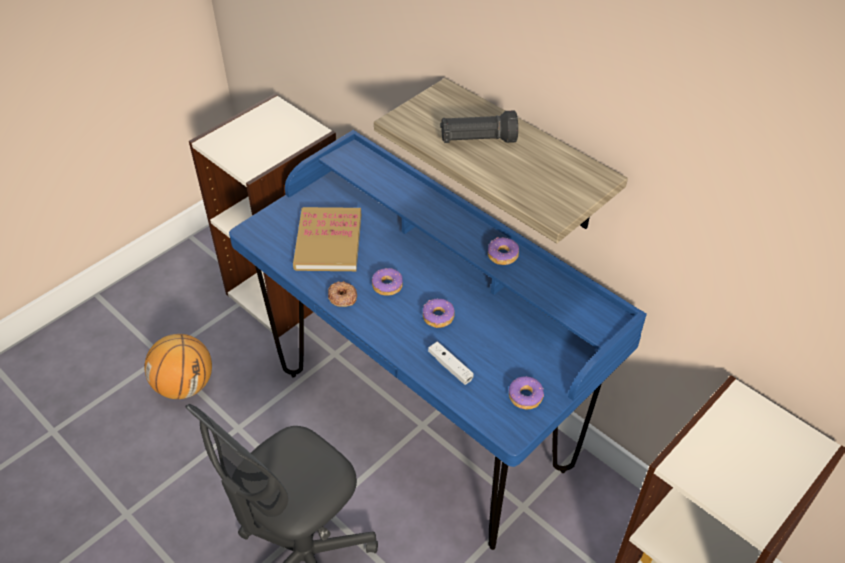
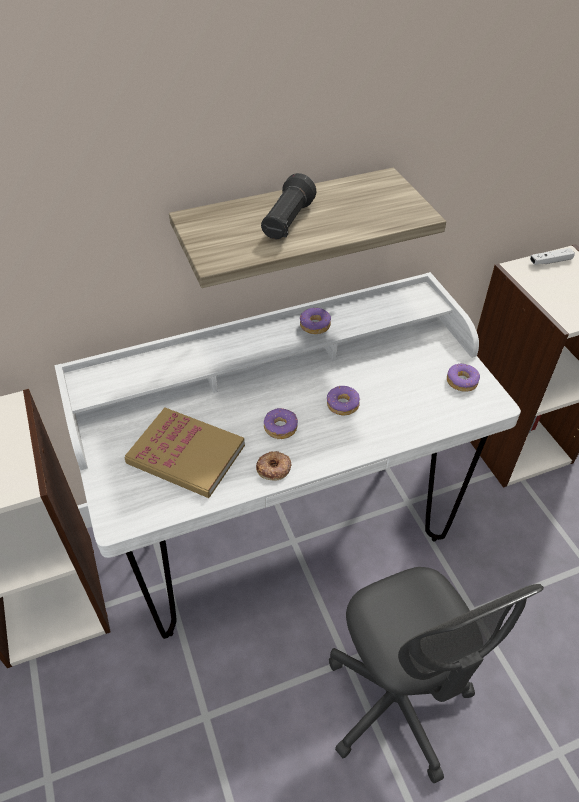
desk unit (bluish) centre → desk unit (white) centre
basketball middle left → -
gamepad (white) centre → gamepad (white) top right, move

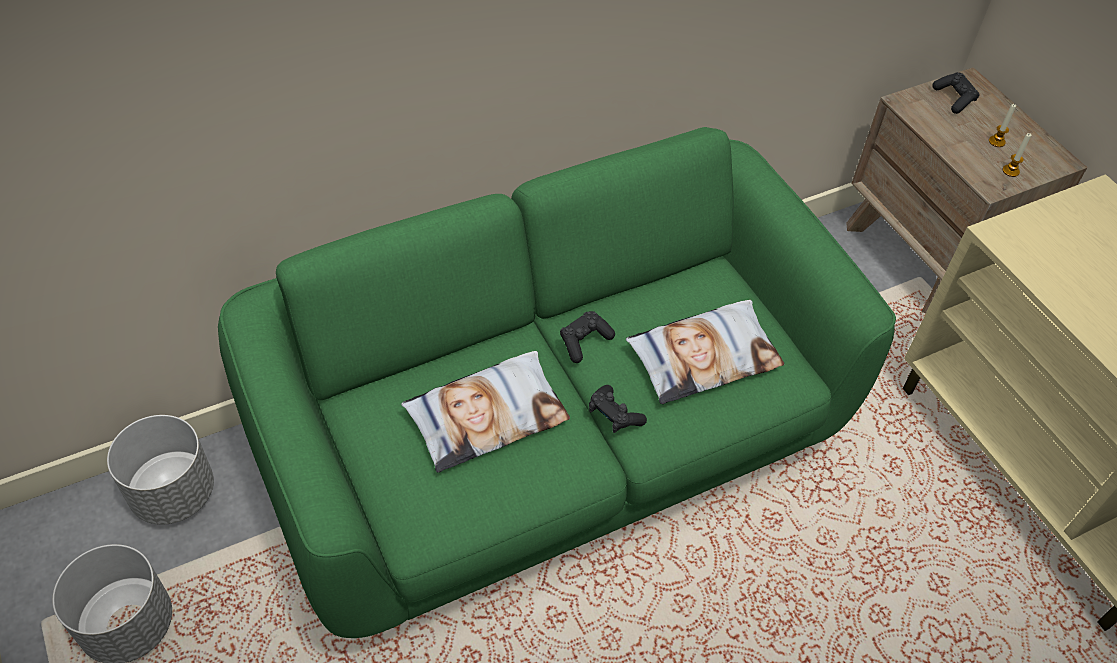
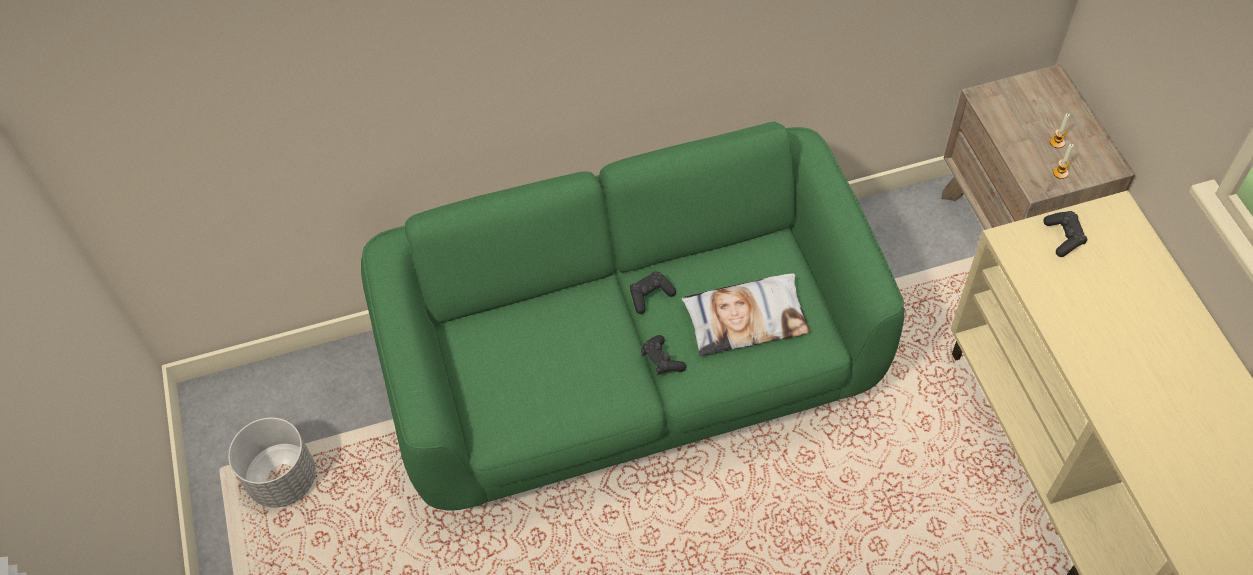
gamepad (black) (3rd from left) top right → gamepad (black) (3rd from left) middle right, move
pillow (1st from left) centre → -
plant pot (greyish) (2nd from left) bottom left → -

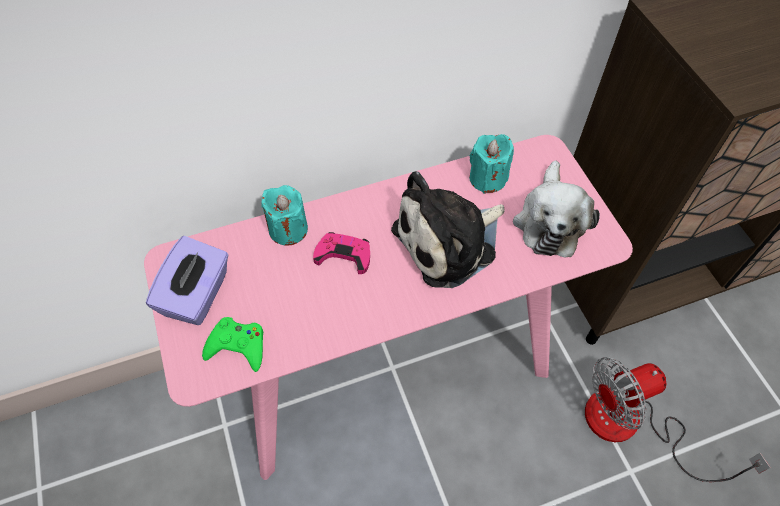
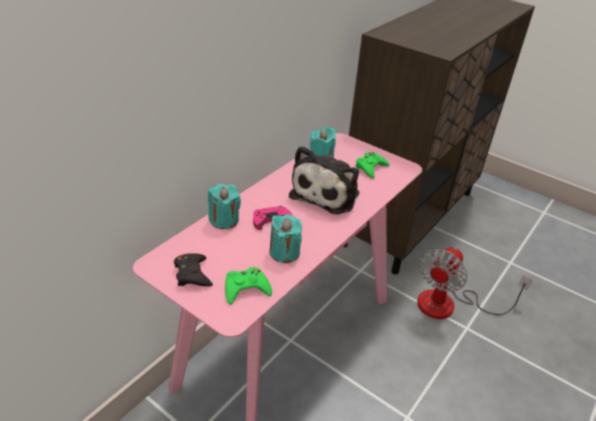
soft toy (2nd from left) middle right → gamepad (greenish) (2nd from left) centre
box of tissues (purplish) middle left → gamepad (black) middle left
- → wax candle (blue-green) (2nd from left) centre

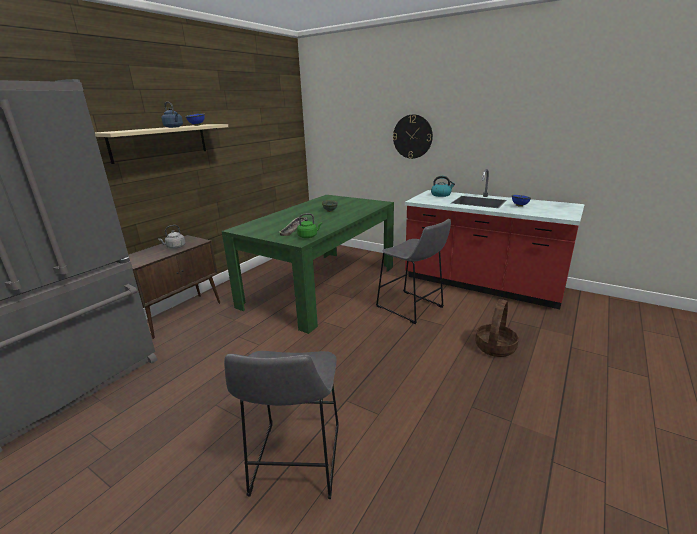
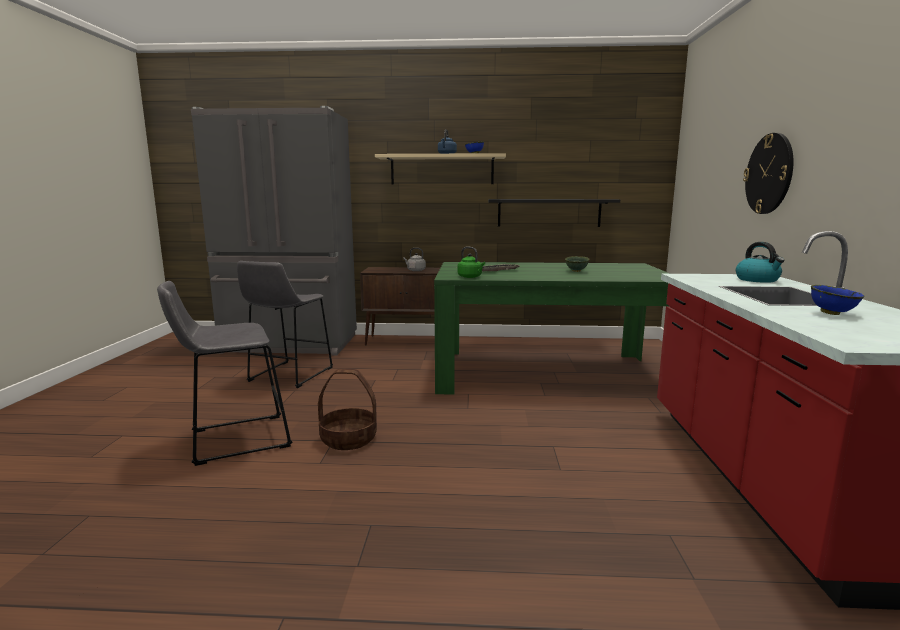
stool seat (greyish) (2nd from left) centre → stool seat (greyish) (2nd from left) middle left, move
basket middle right → basket centre, move
- → wall shelf (black) centre

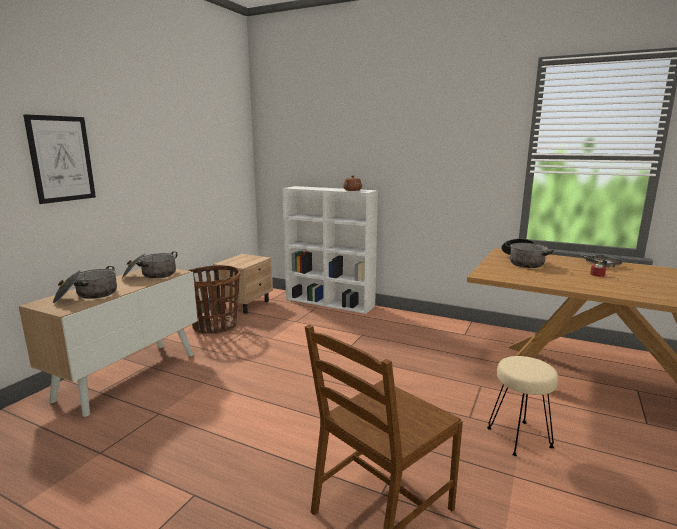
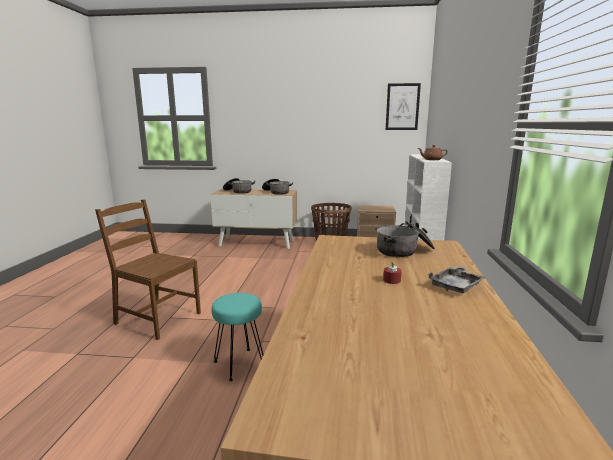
wall picture top left → wall picture top centre, move
stool seat (sand-coloured) bottom right → stool seat (blue-green) bottom centre

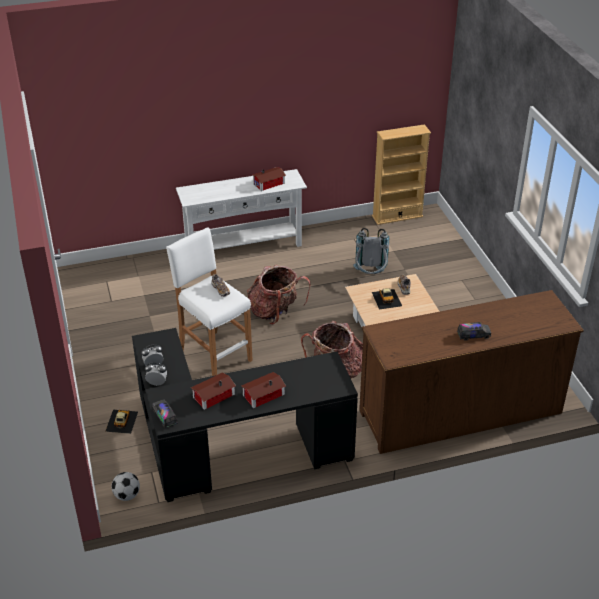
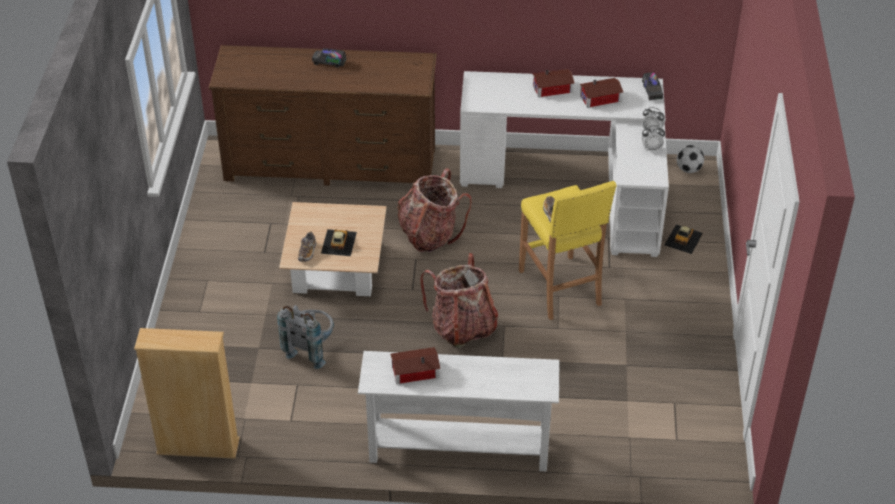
stool seat (white) centre → stool seat (yellow-coloured) centre
desk unit (black) bottom centre → desk unit (white) top centre

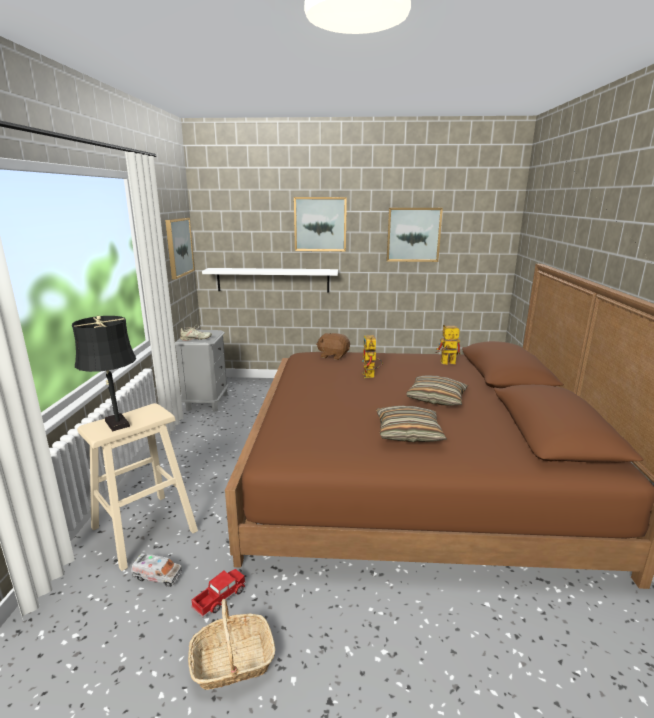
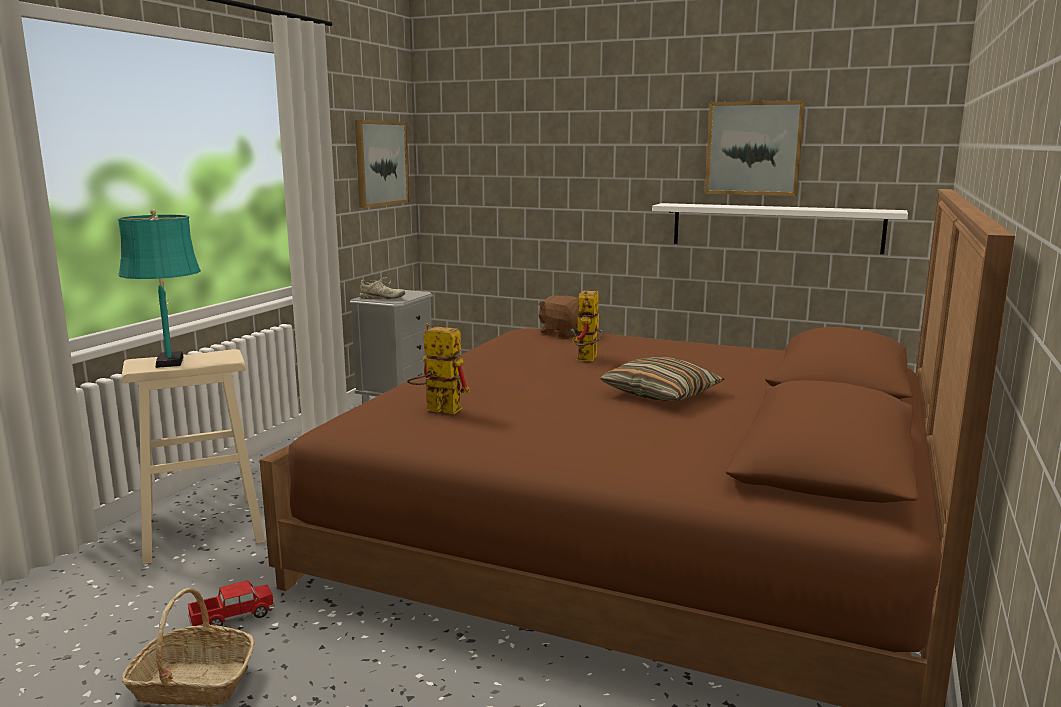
wall picture (2nd from left) top centre → -
wall shelf (white) centre → wall shelf (white) top right, move
table lamp (black) middle left → table lamp (blue-green) middle left
model robot (2nd from left in the first image) middle right → model robot (1st from left) centre, move
pillow (1st from left) centre → -
toy truck (1st from left) bottom left → -

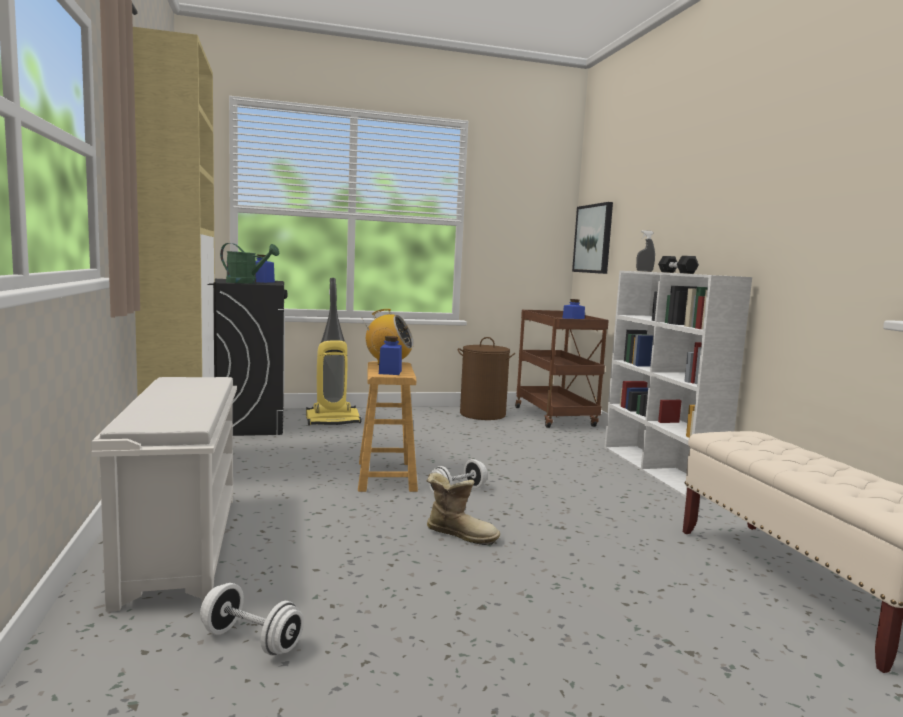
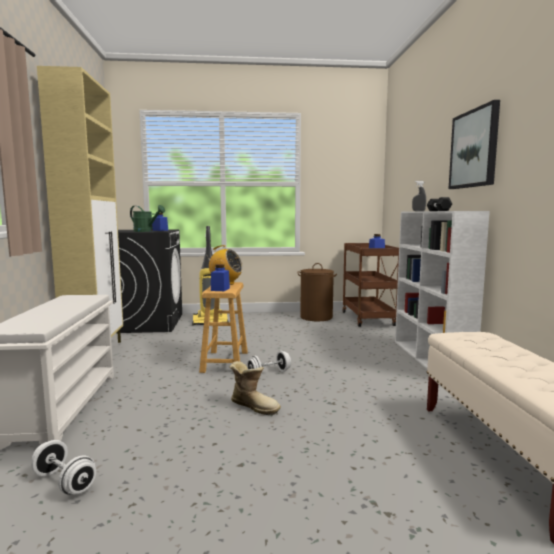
wall picture top centre → wall picture top right, move

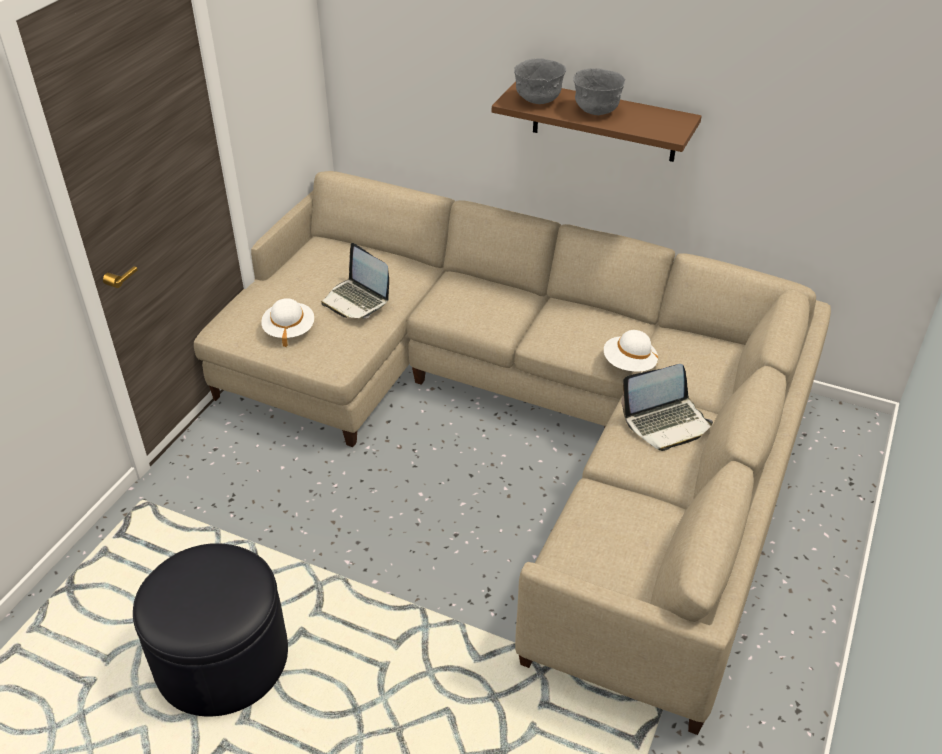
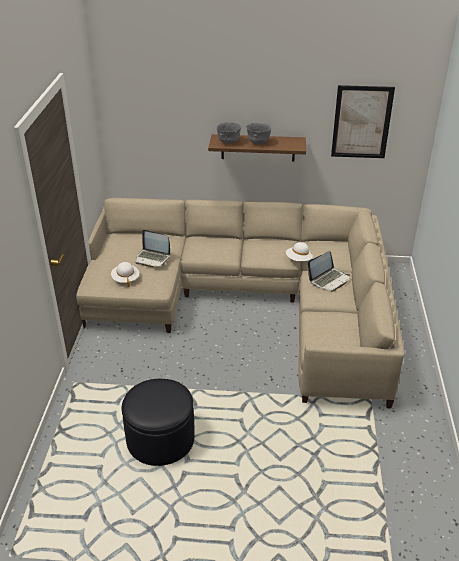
- → wall picture top right

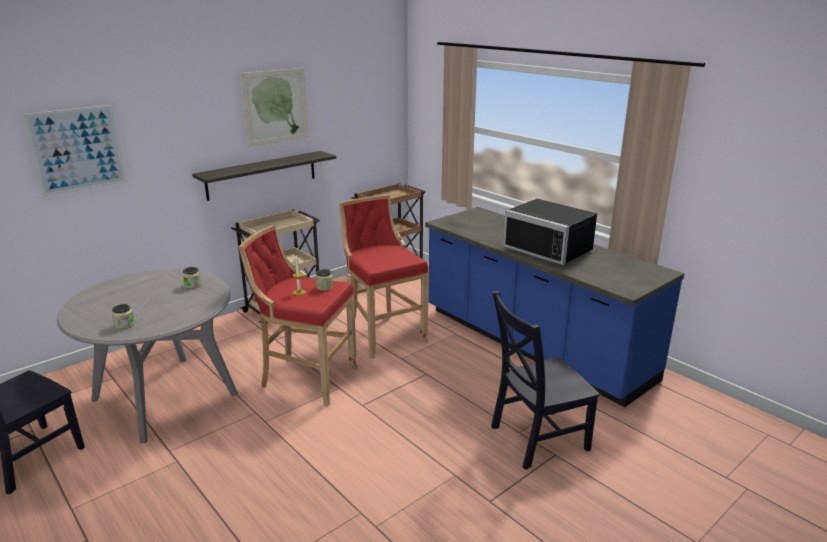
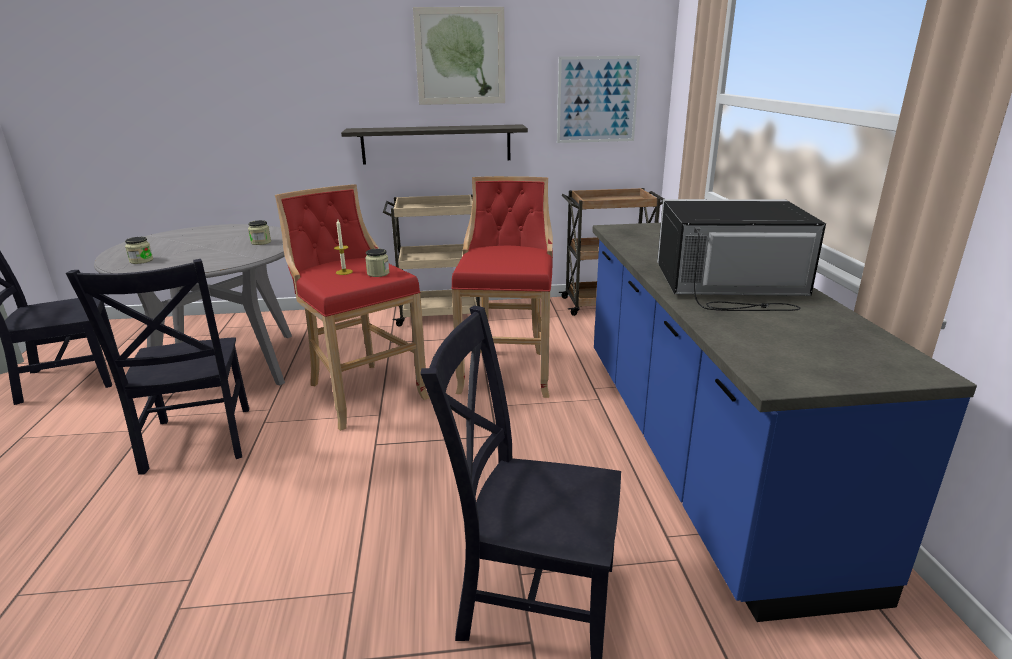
wall picture (1st from left in the first image) top left → wall picture (2nd from left) top centre, move
microwave (black) centre → microwave (black) middle right, 105 degrees clockwise
- → upright chair (black) (2nd from left) middle left

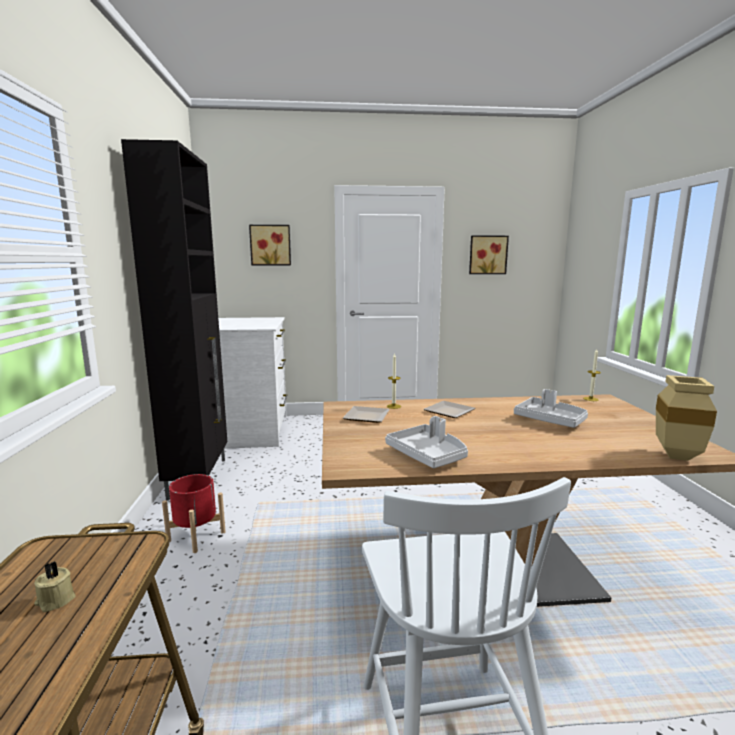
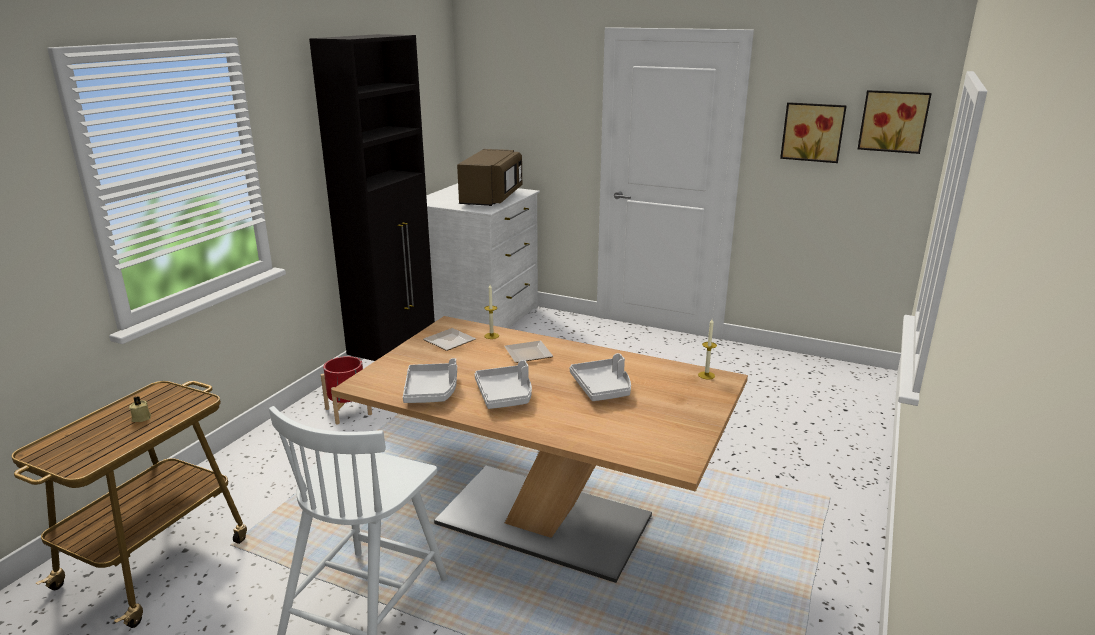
wall picture (1st from left in the first image) centre → wall picture (2nd from left) top right, move
vase (sand-coloured) middle right → -
- → microwave (brownish) top centre
- → serving tray (greyish) (2nd from left) centre

